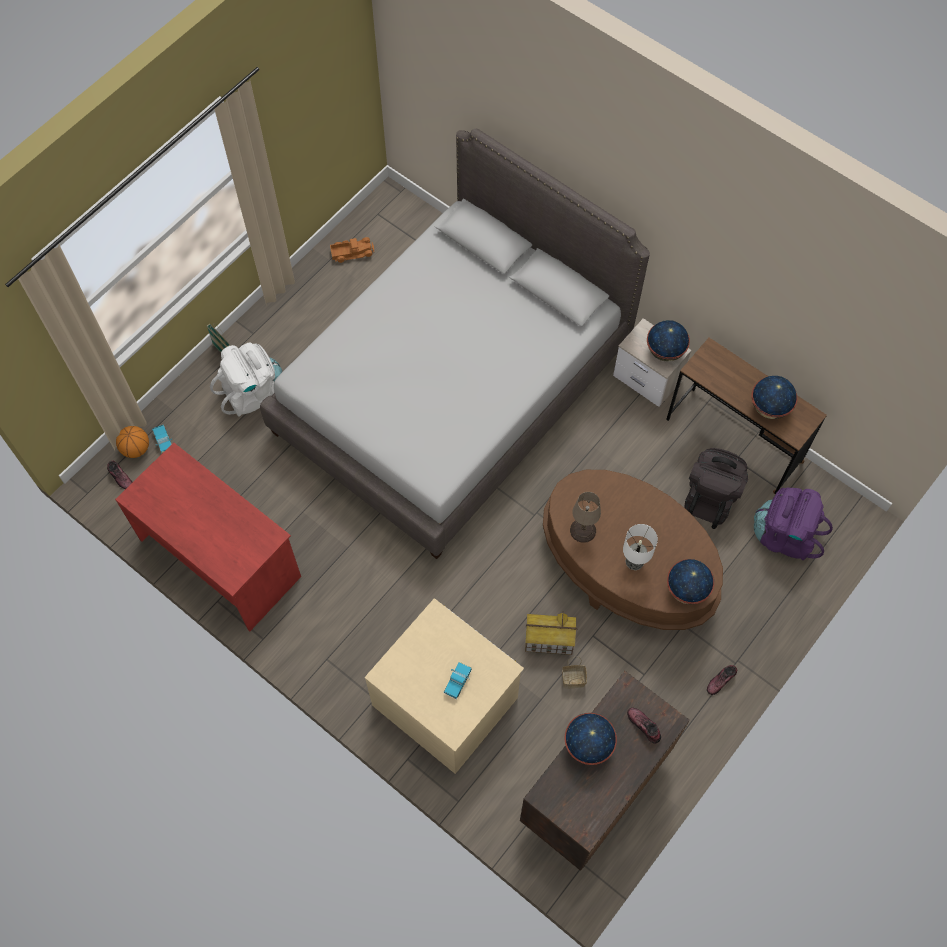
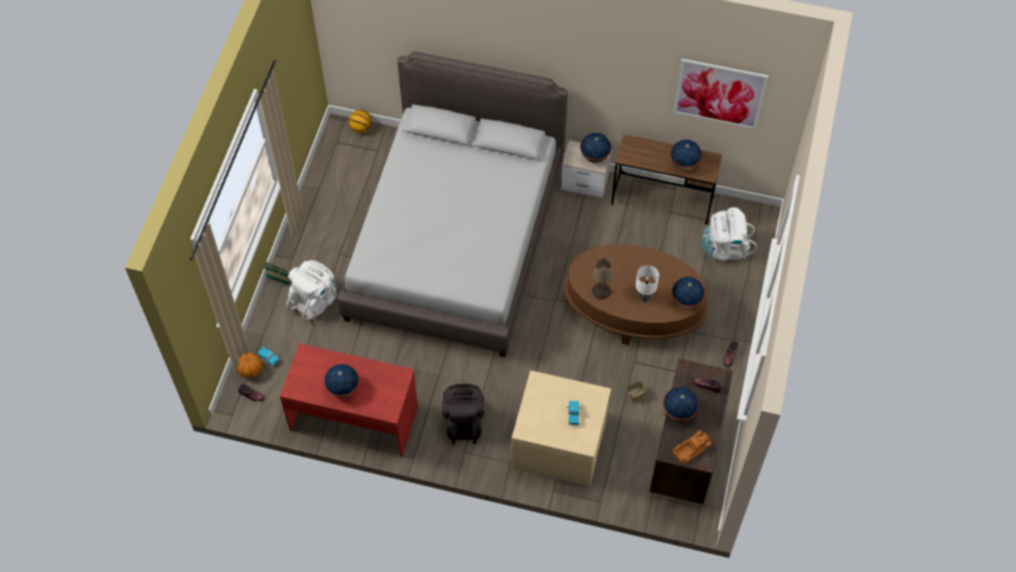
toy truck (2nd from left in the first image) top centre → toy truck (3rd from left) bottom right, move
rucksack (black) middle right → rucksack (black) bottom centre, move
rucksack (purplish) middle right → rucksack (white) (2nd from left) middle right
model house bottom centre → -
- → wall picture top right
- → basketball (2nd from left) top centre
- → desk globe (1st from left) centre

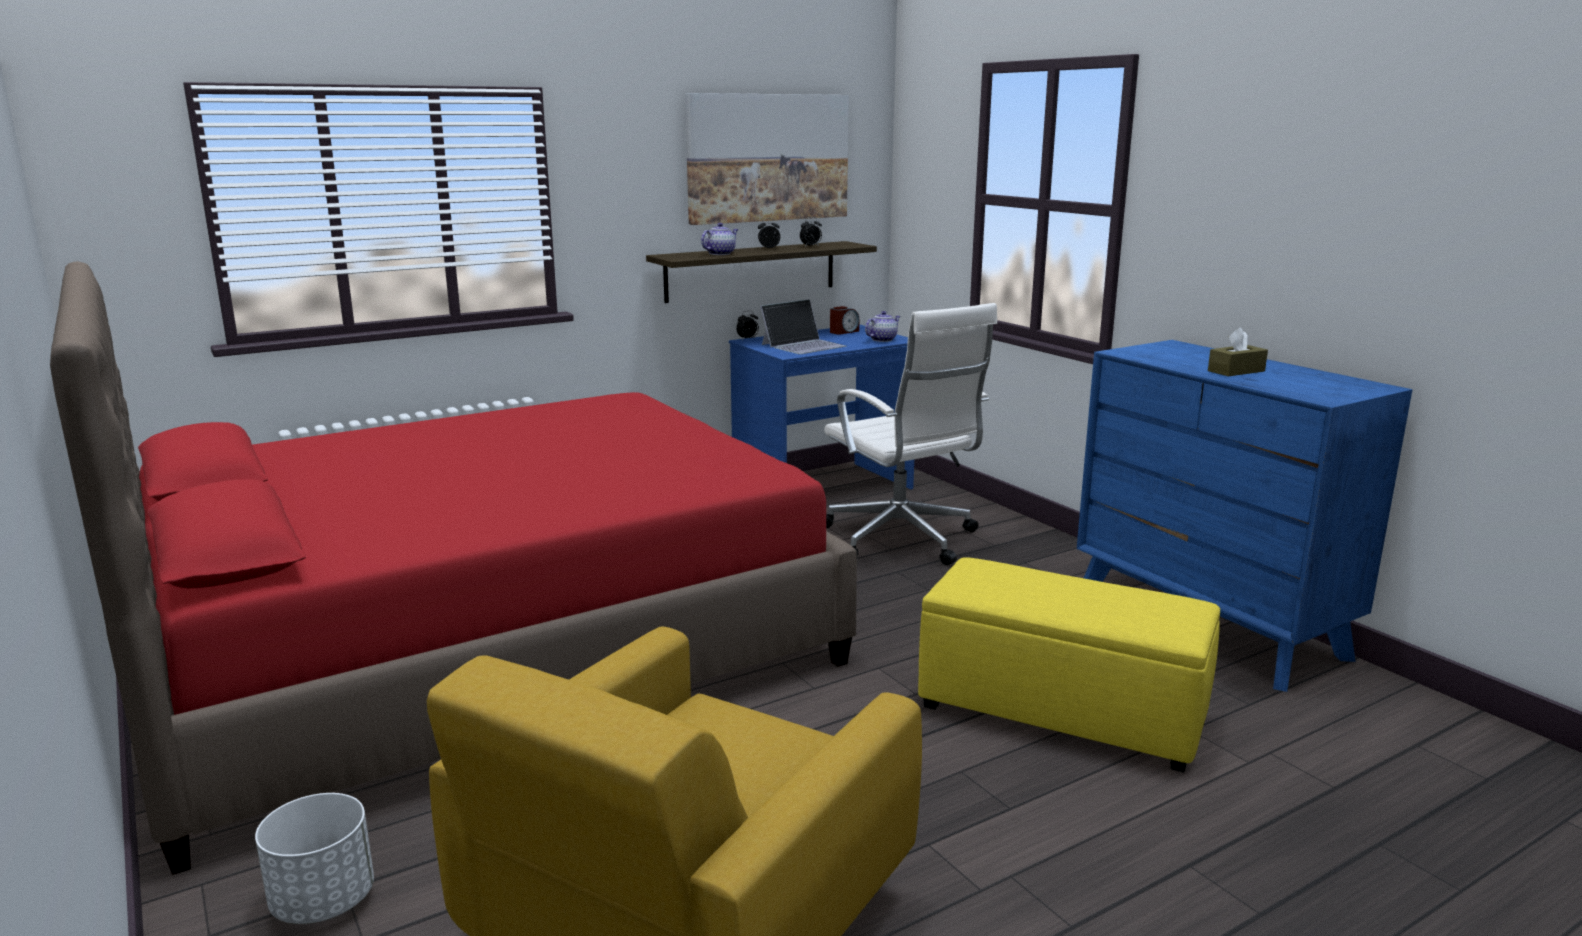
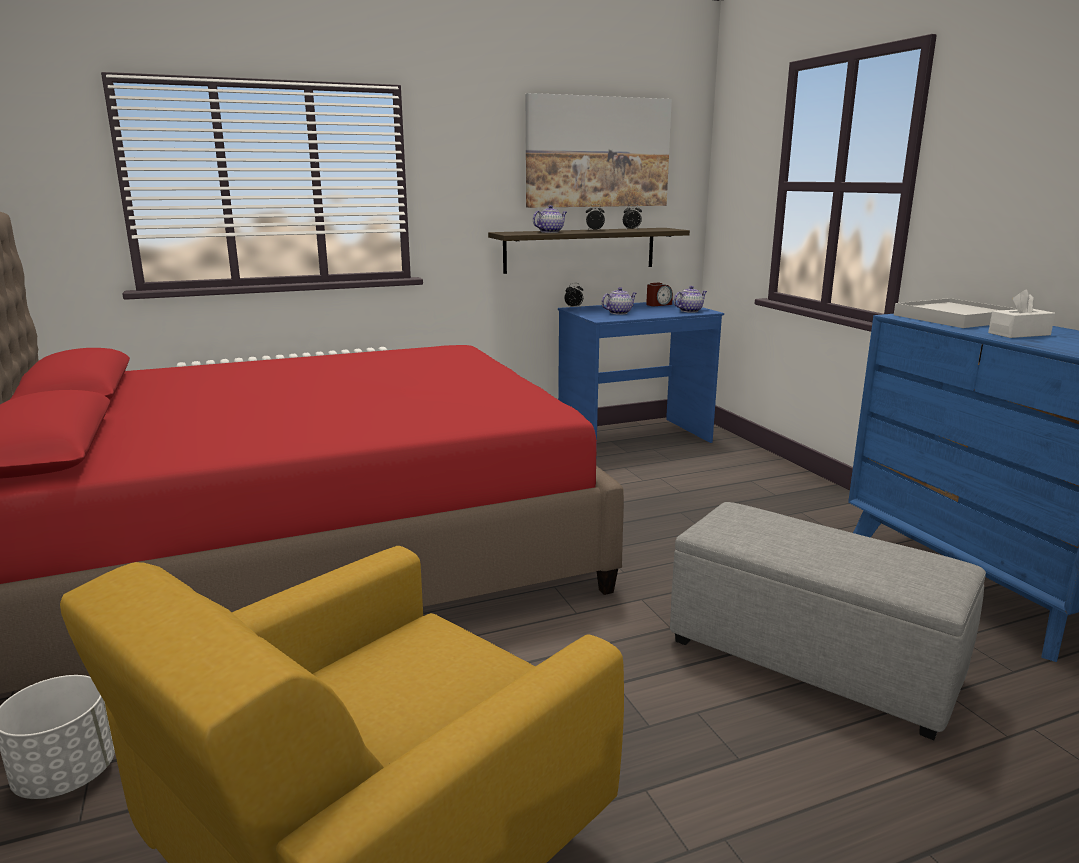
laptop centre → tea pot (2nd from left) centre
office chair (white) centre → -
box of tissues (brownish) middle right → box of tissues (white) middle right
footrest (yellow-coloured) bottom right → footrest (greyish) bottom right
- → serving tray (white) middle right

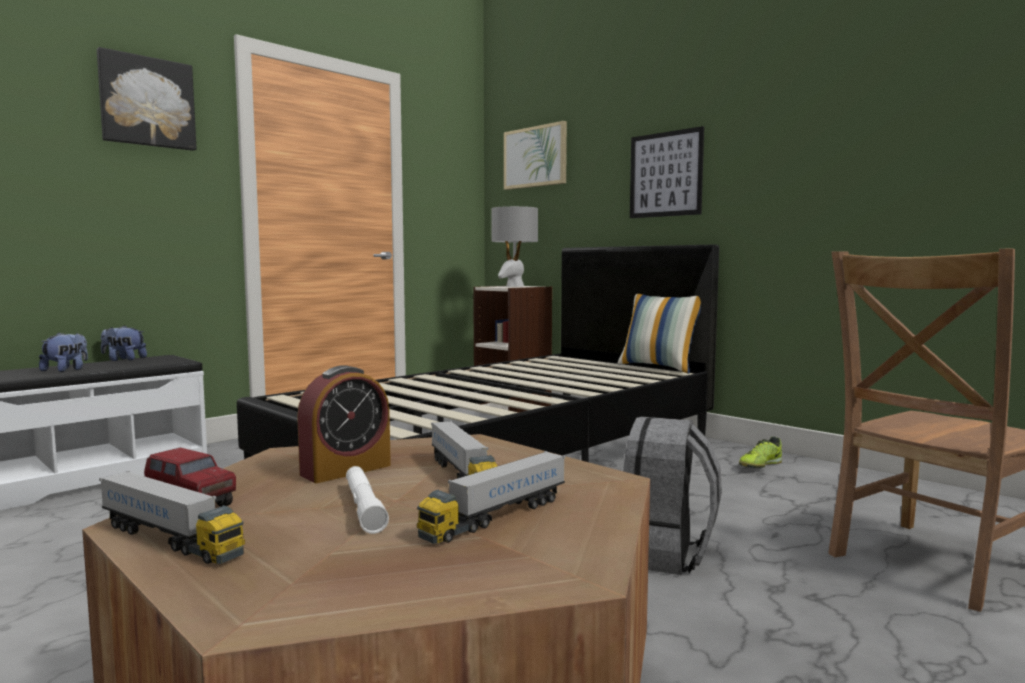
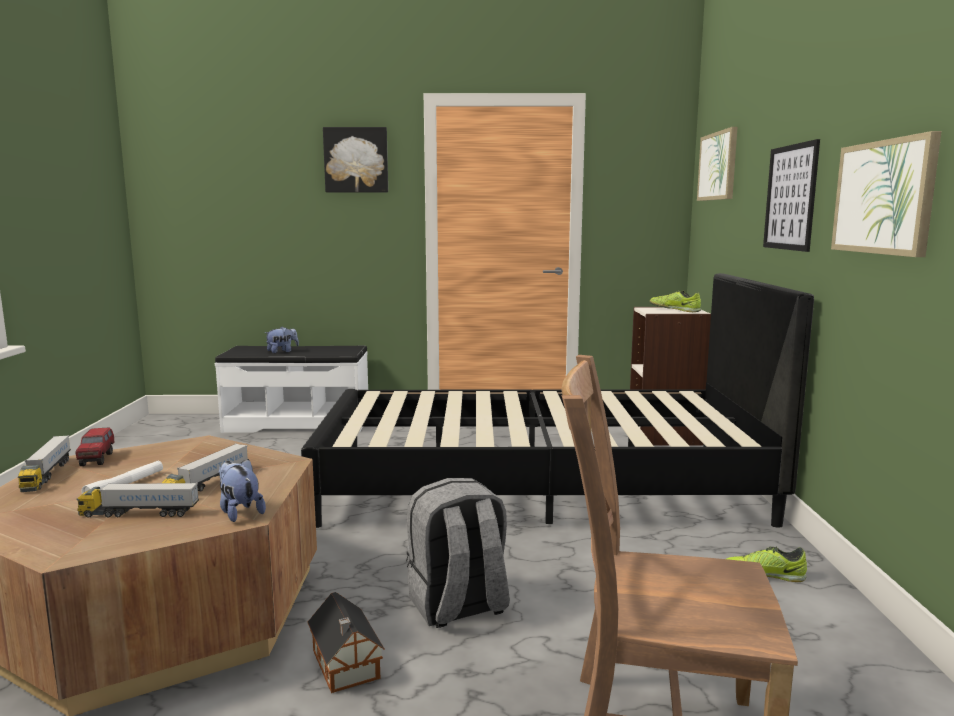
table lamp (greyish) centre → shoe (1st from left) middle right
pillow centre → -
soft toy (2nd from left in the first image) middle left → soft toy (1st from left) bottom left, move
bedside clock centre → -
- → wall picture (4th from left) top right
- → model house bottom centre

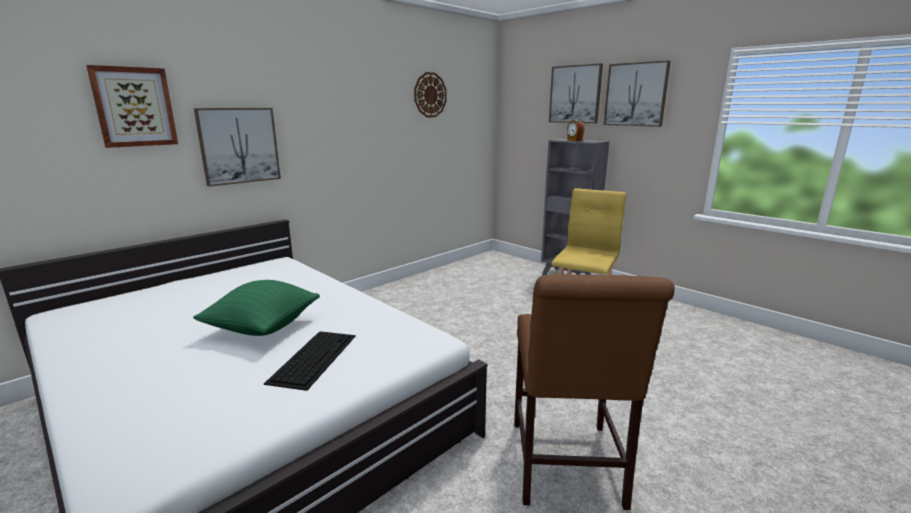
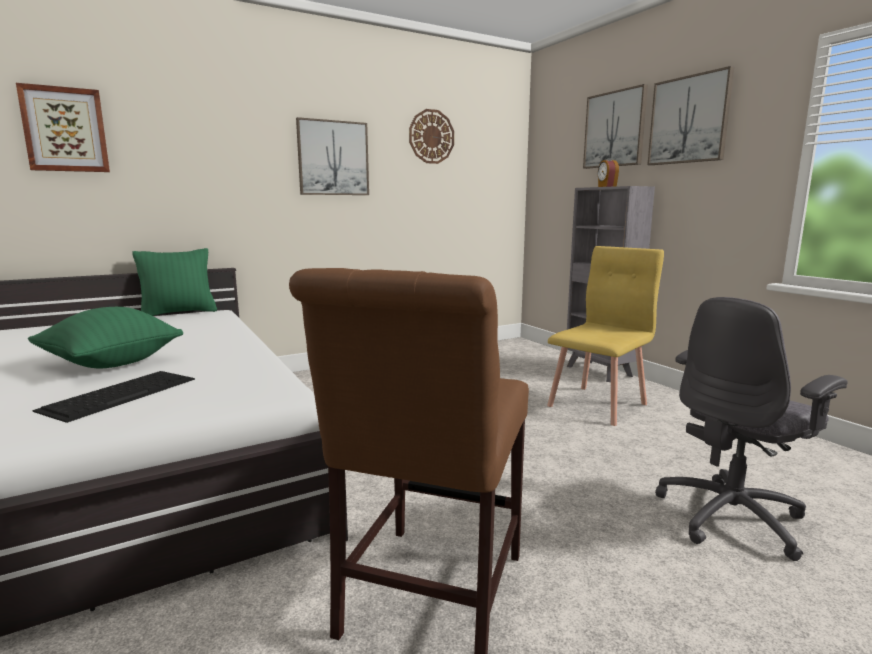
wall picture (2nd from left) top left → wall picture (2nd from left) top centre, move
- → pillow (greenish) (2nd from left) middle left
- → office chair (greyish) middle right

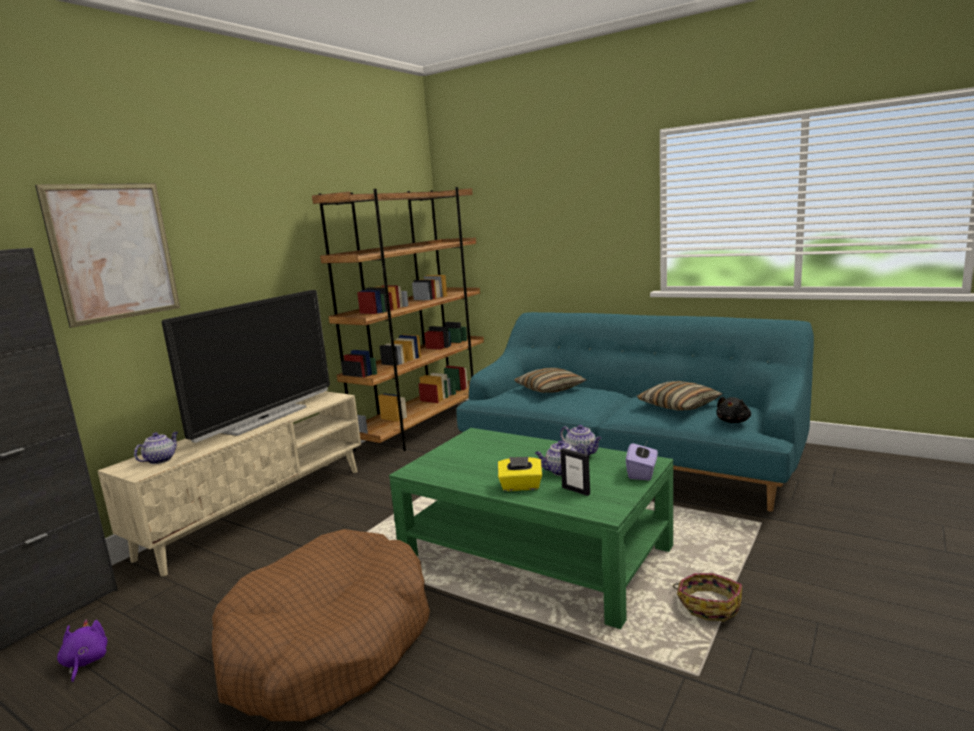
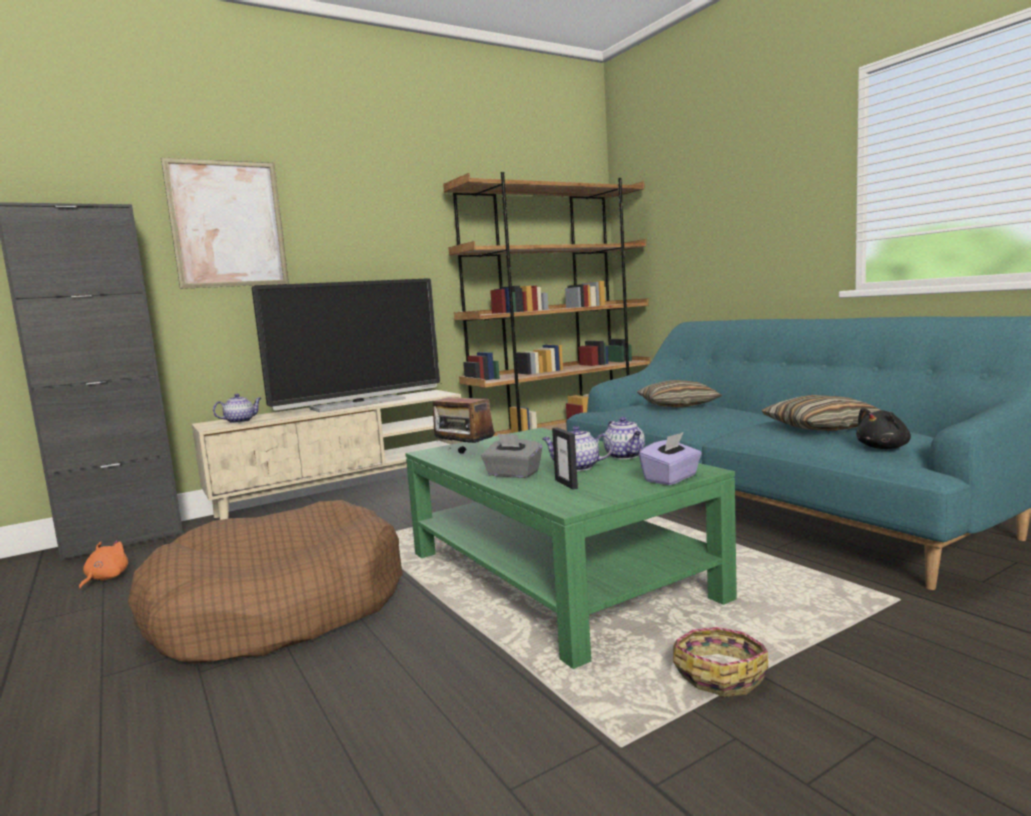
box of tissues (yellow-coloured) centre → box of tissues (greyish) centre
soft toy (purplish) bottom left → soft toy (orange) bottom left
- → radio receiver centre

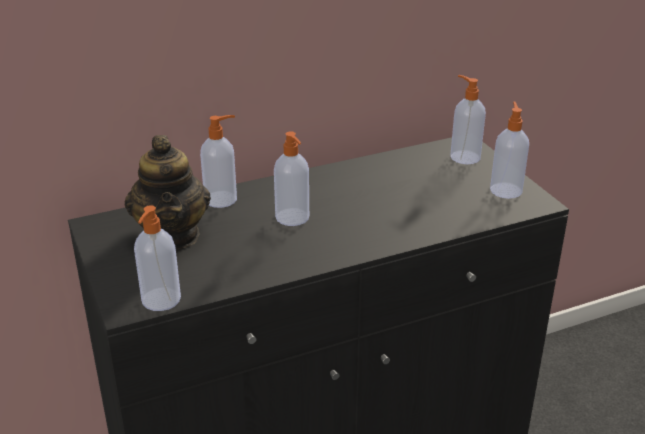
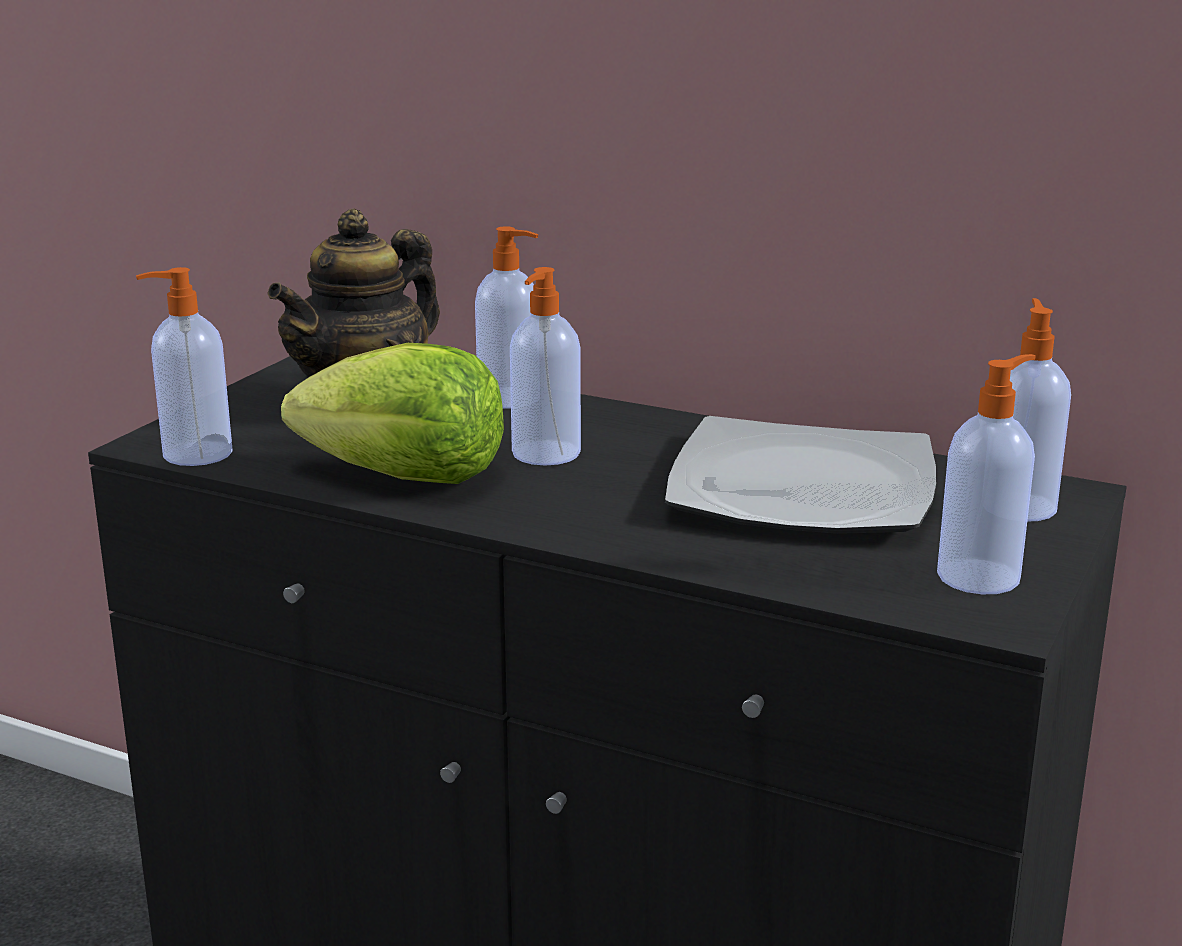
- → head of lettuce middle left
- → dinner plate middle right

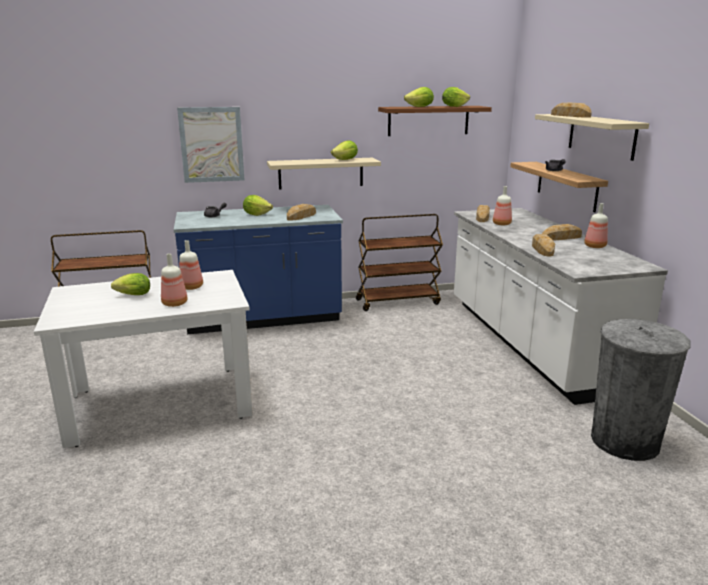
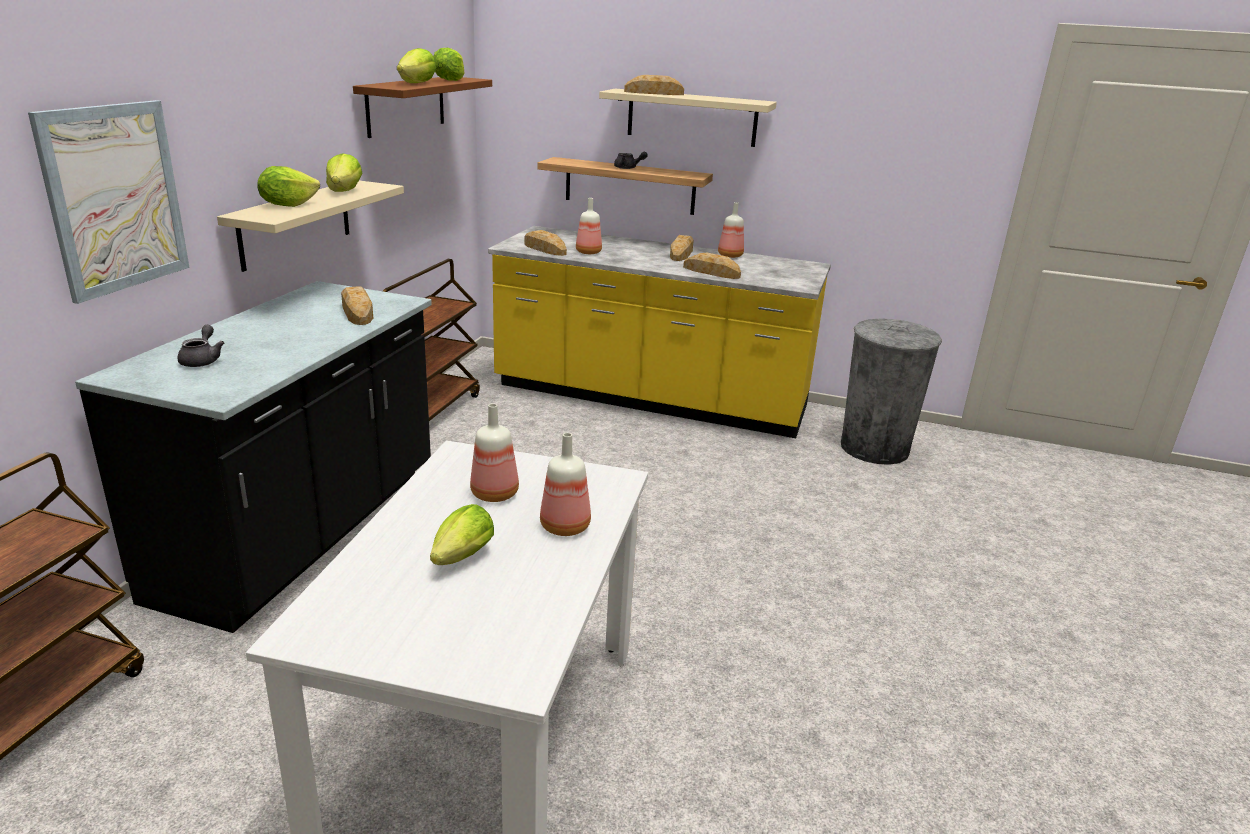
head of lettuce (2nd from left in the first image) centre → head of lettuce (1st from left) top left, move
counter (bluish) centre → counter (black) middle left
counter (white) middle right → counter (yellow-coloured) centre

